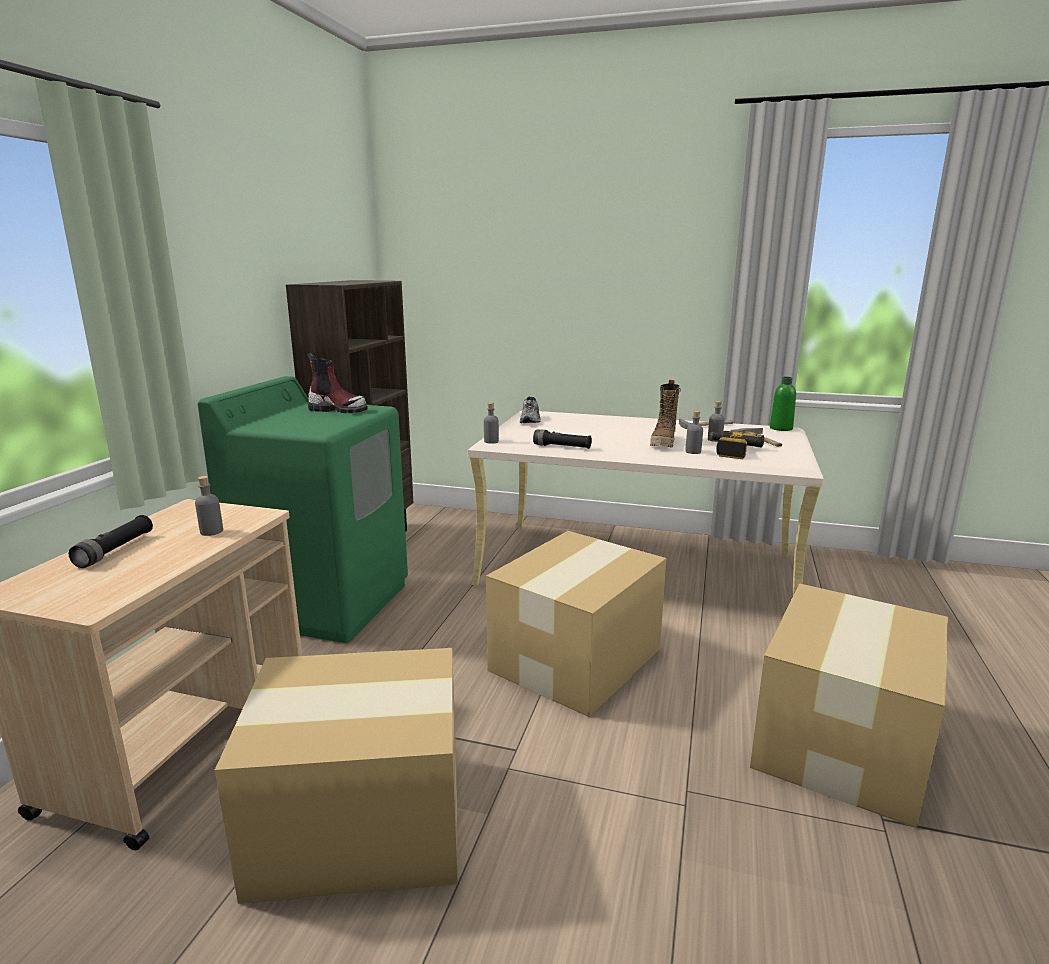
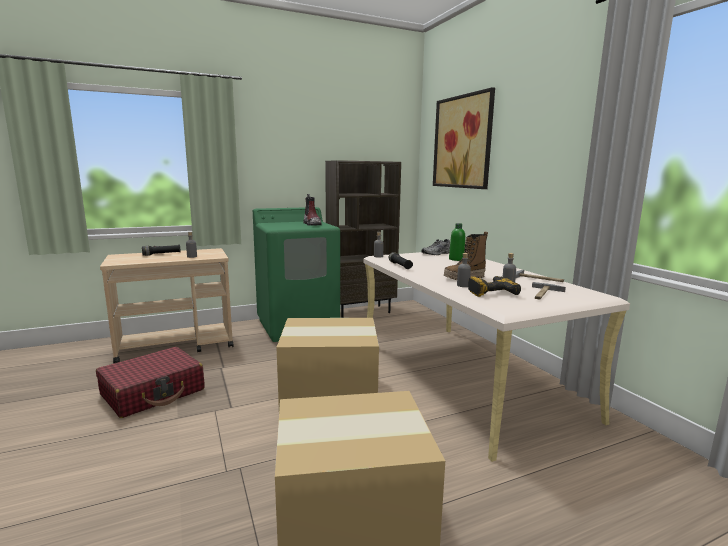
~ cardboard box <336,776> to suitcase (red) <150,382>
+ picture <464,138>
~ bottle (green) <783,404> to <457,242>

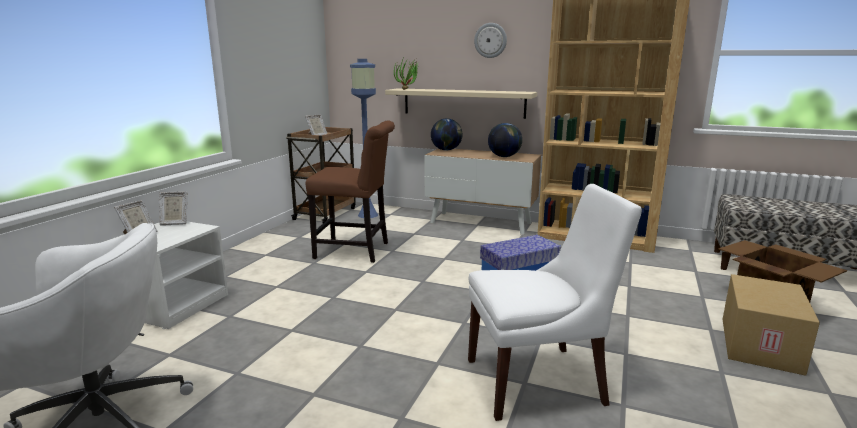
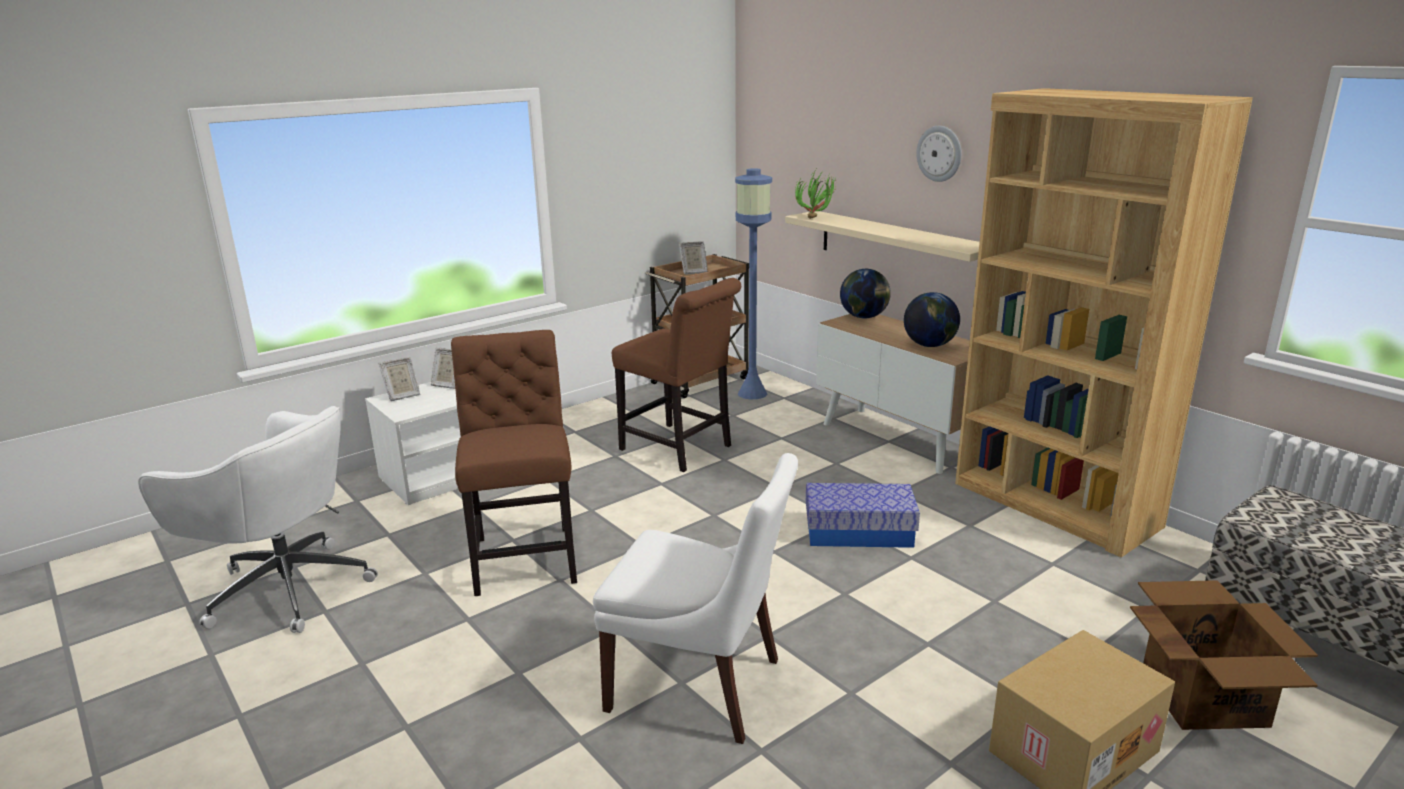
+ chair (brown) <514,463>

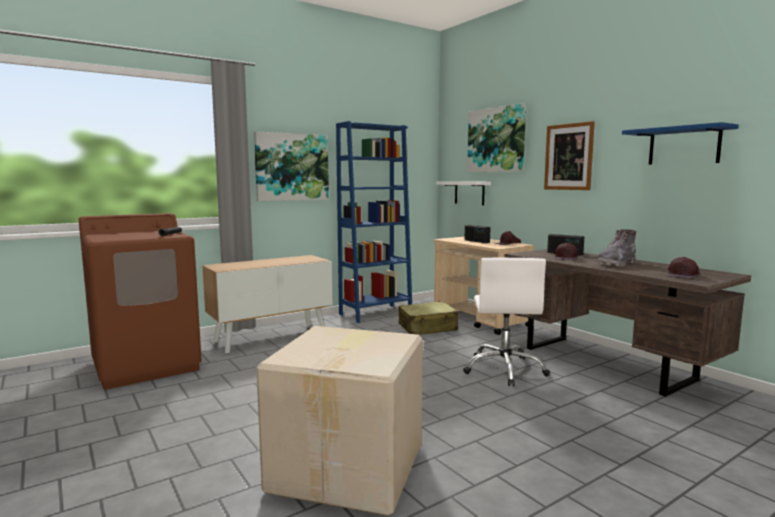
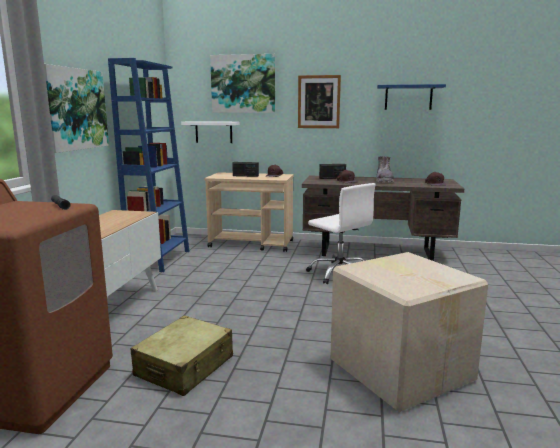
~ suitcase (beige) <428,318> to <182,355>

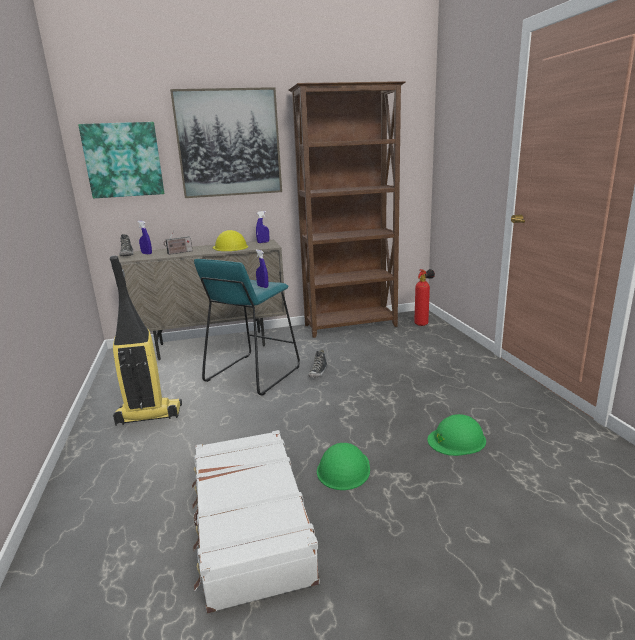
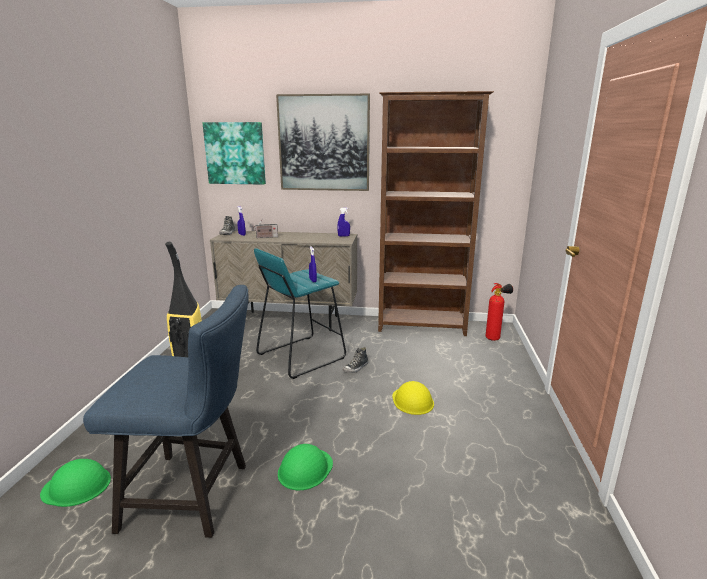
~ hard hat (green) <457,435> to <75,483>
~ suitcase (white) <256,521> to chair (blue) <166,411>
~ hard hat (yellow) <230,240> to <413,398>

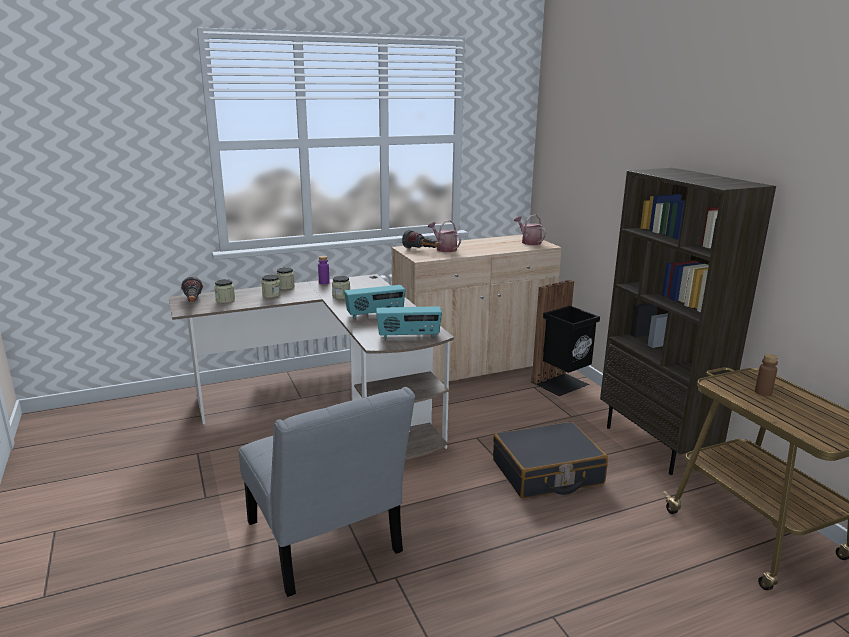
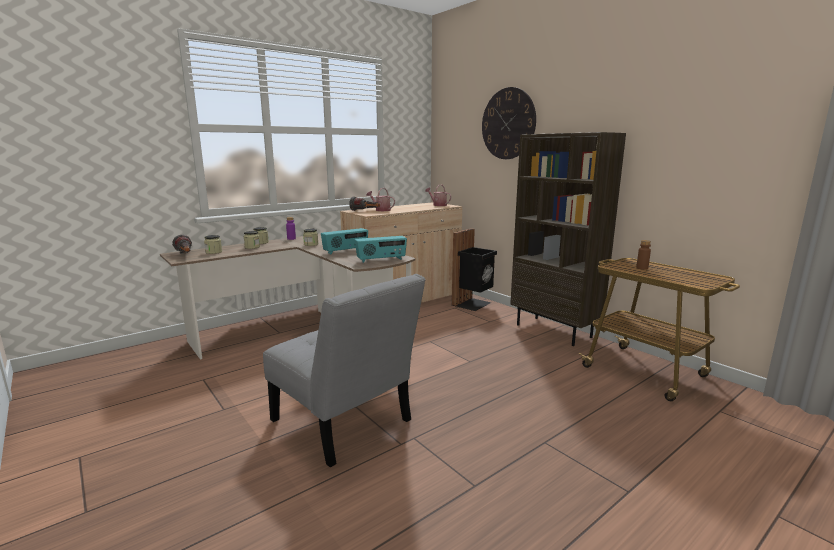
+ wall clock <509,123>
- suitcase (black) <550,460>

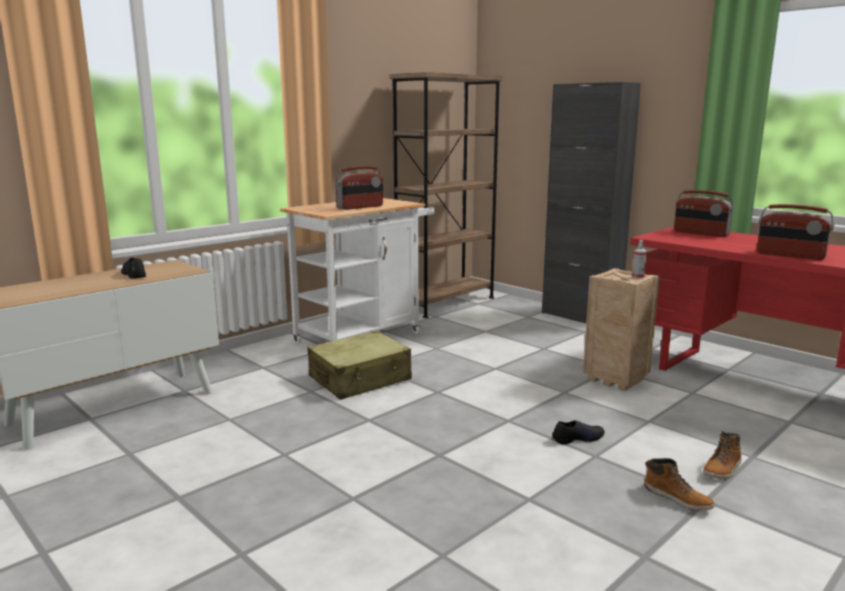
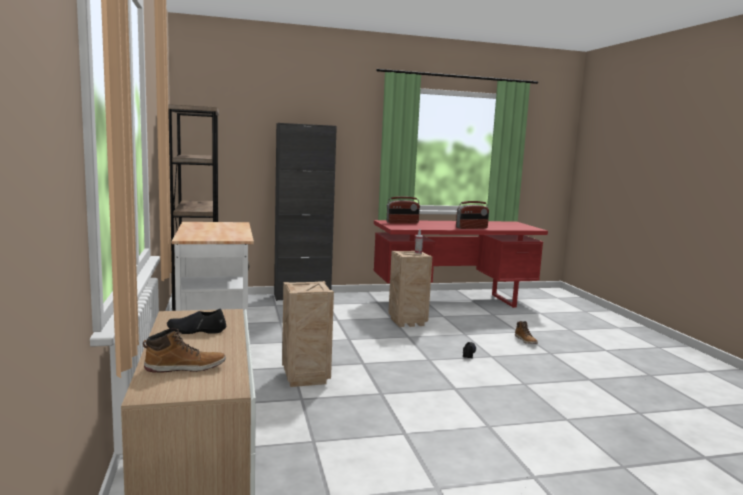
~ boot <679,484> to <184,350>
~ suitcase (beige) <360,365> to crate <308,334>
- radio <359,188>

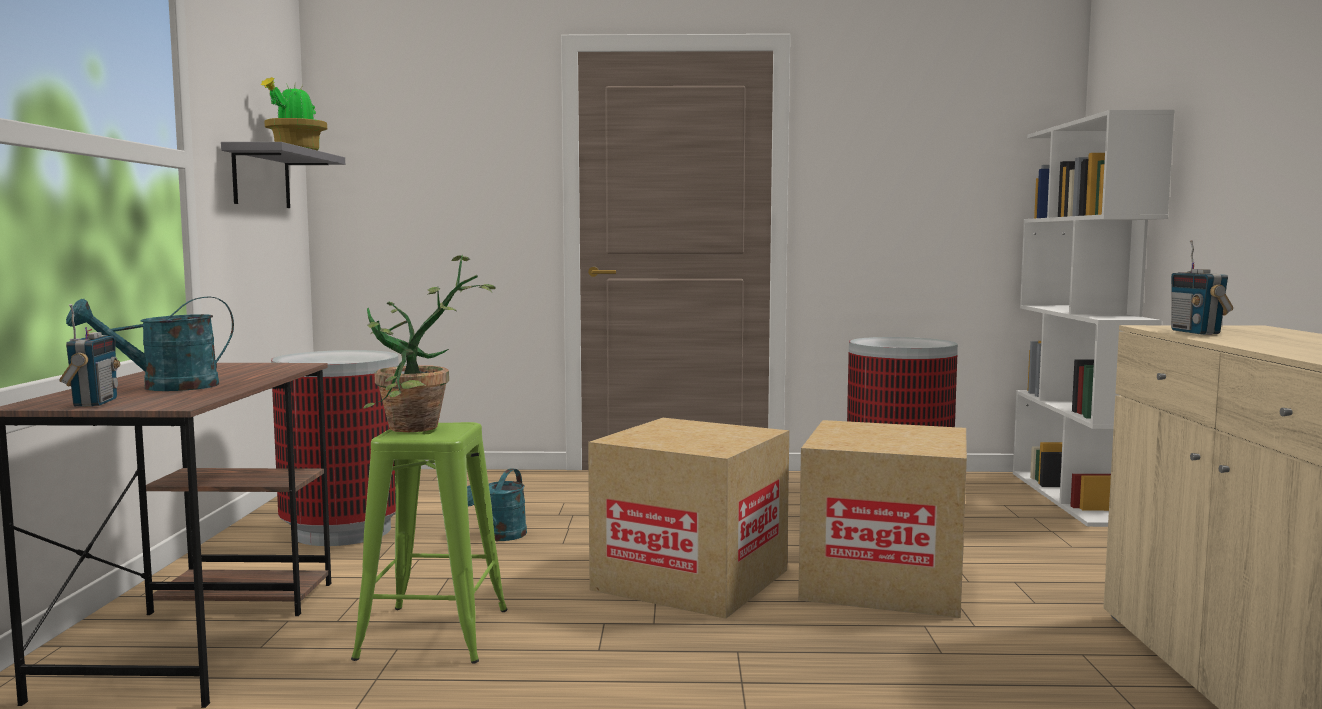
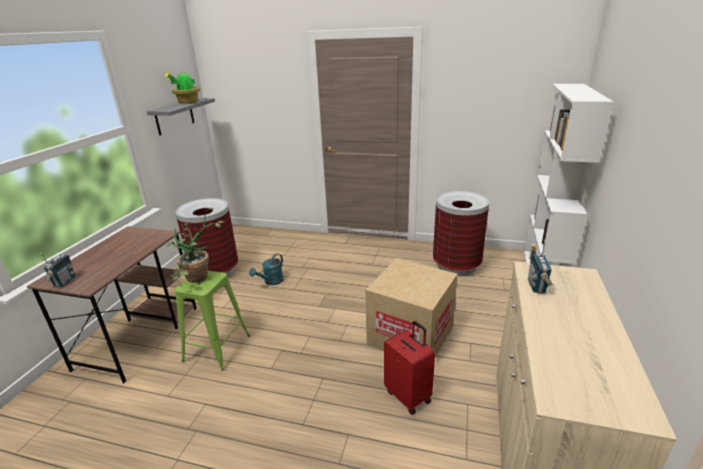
+ suitcase (red) <409,368>
- watering can (turquoise) <150,343>
- cardboard box <688,518>

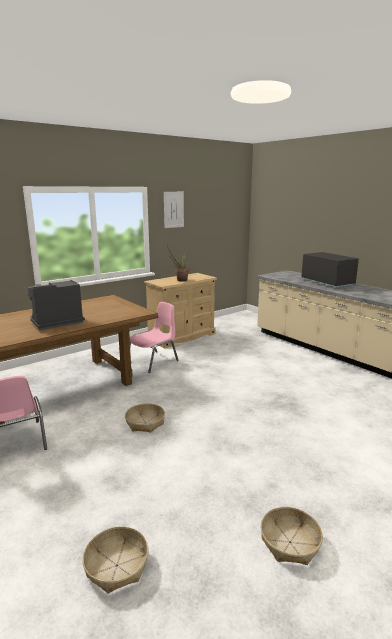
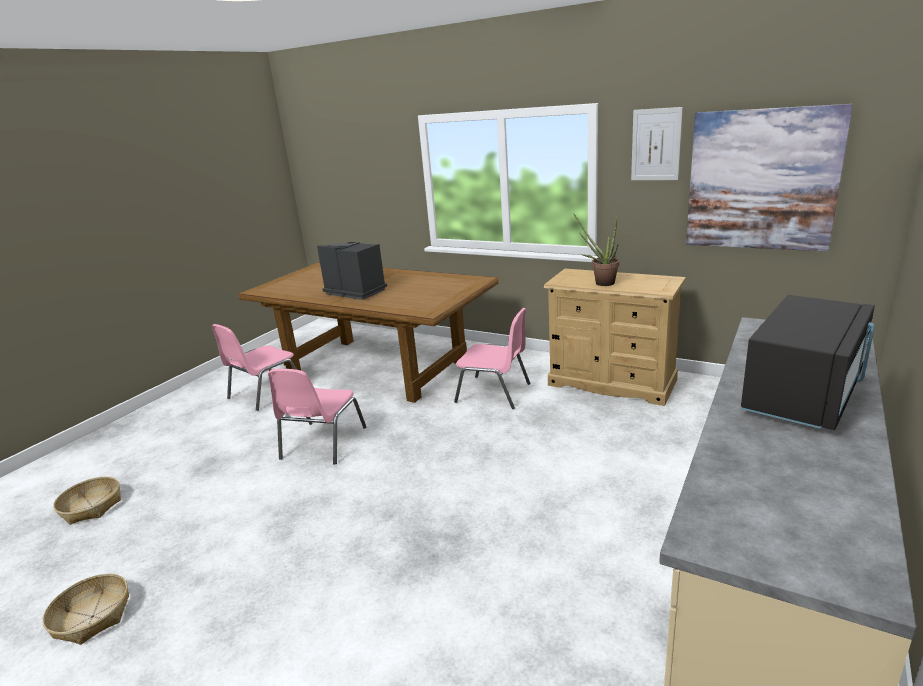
~ basket <145,418> to chair (pink) <317,416>
+ picture <769,178>

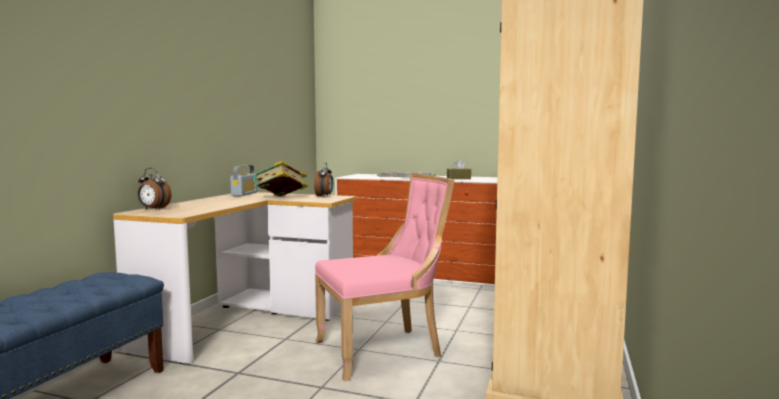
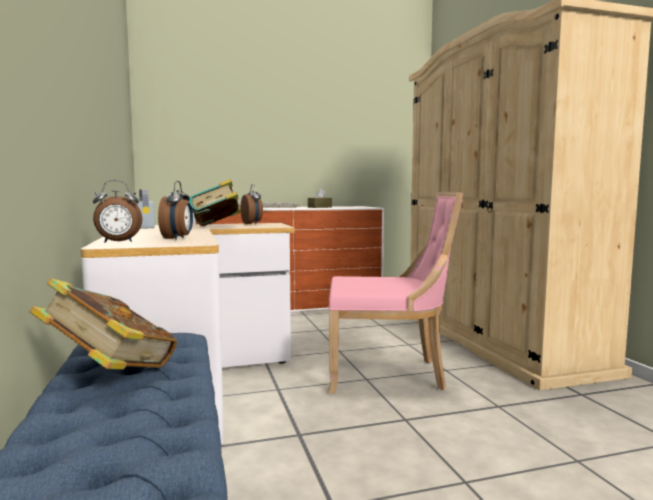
+ book <103,324>
+ alarm clock <175,210>
~ chair (pink) <384,277> = <395,293> 60 degrees clockwise

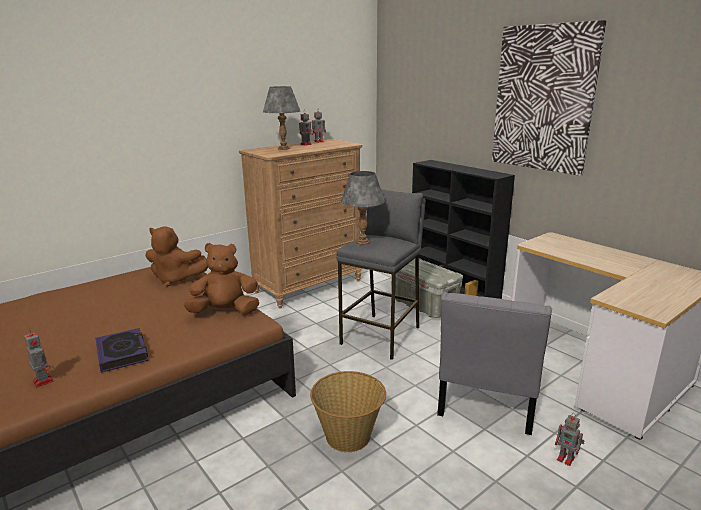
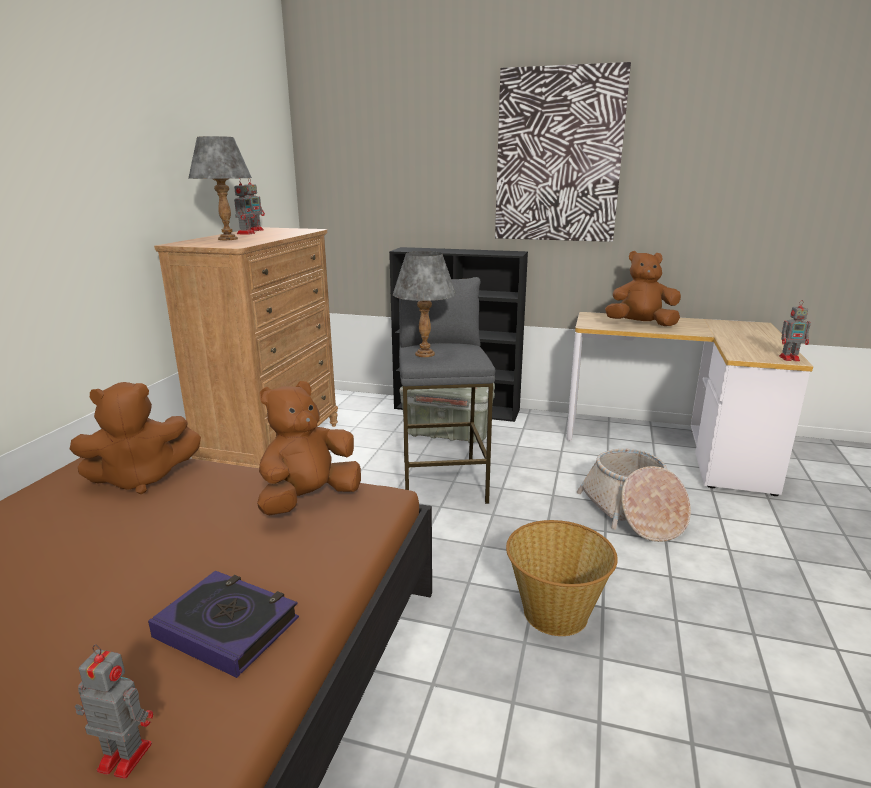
~ chair (grey) <494,363> to basket <634,495>
+ plush toy (brown) <643,288>
~ toy robot <570,439> to <795,330>

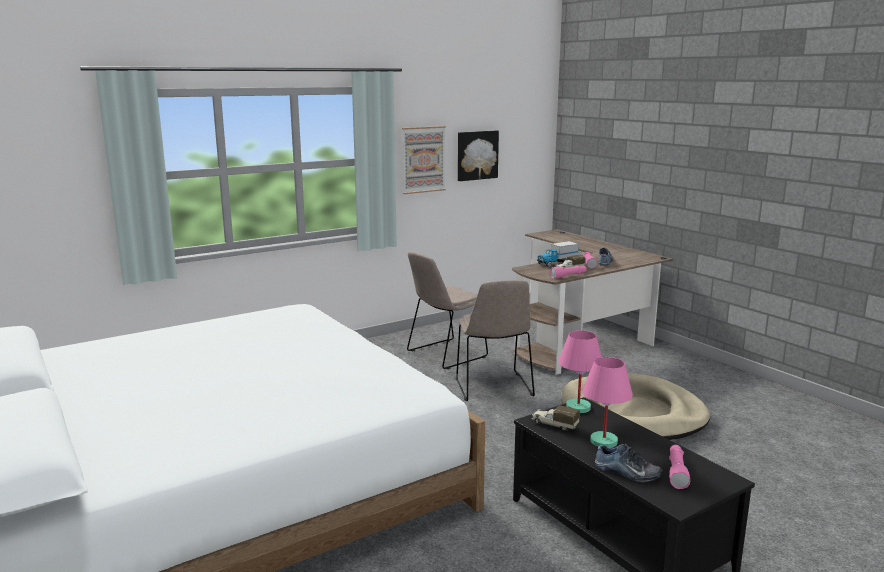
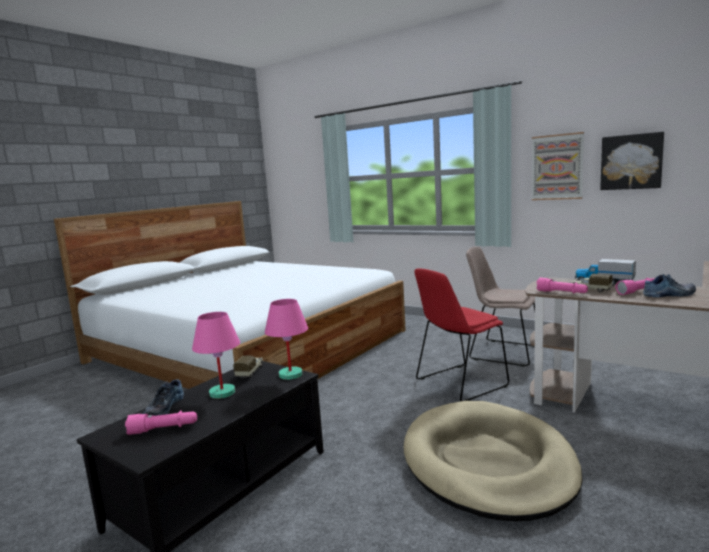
~ chair (beige) <495,340> to chair (red) <461,334>

